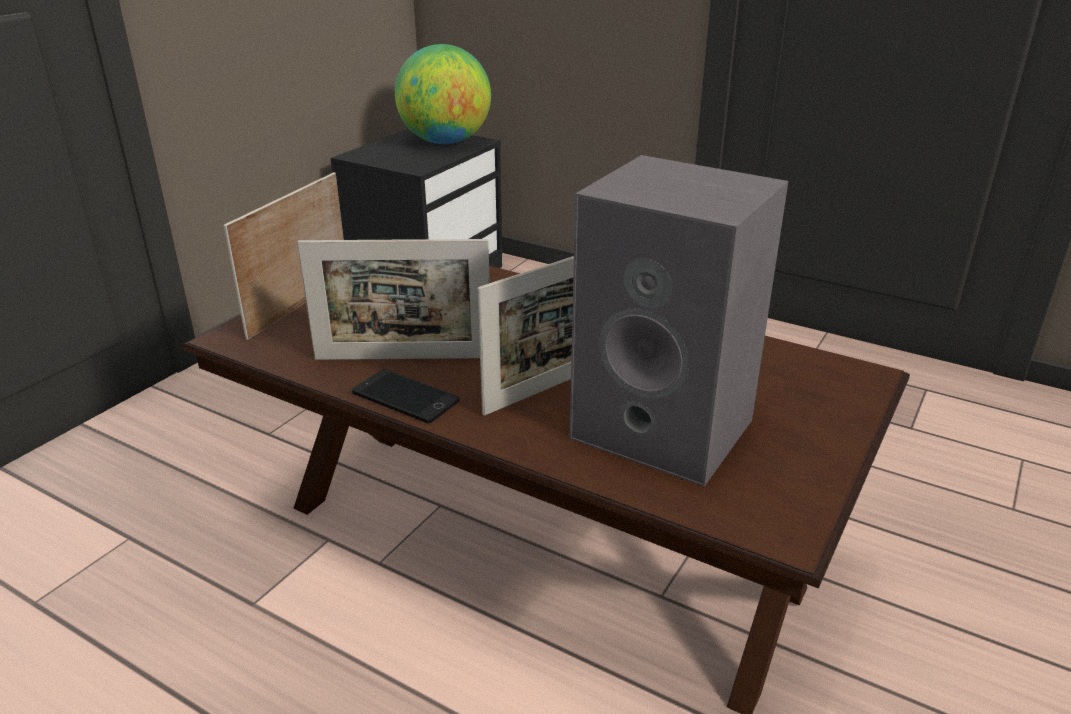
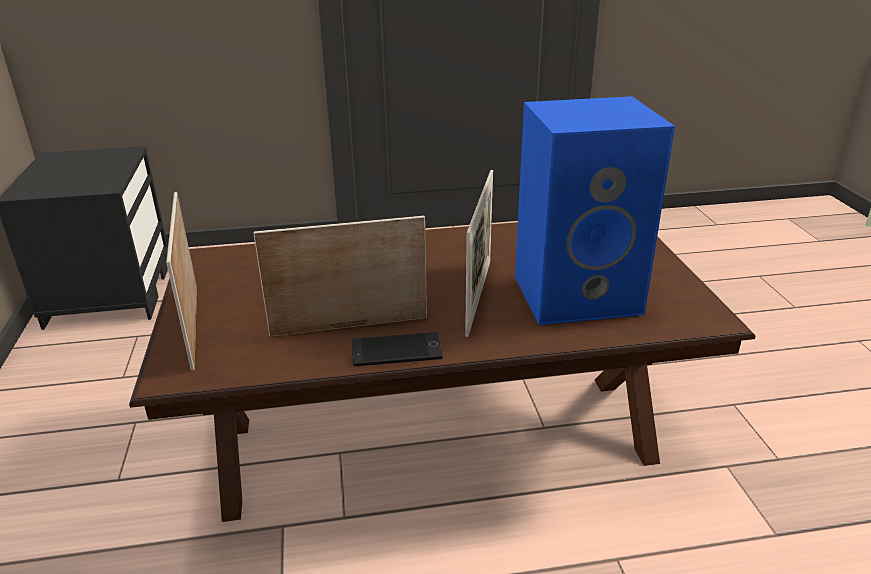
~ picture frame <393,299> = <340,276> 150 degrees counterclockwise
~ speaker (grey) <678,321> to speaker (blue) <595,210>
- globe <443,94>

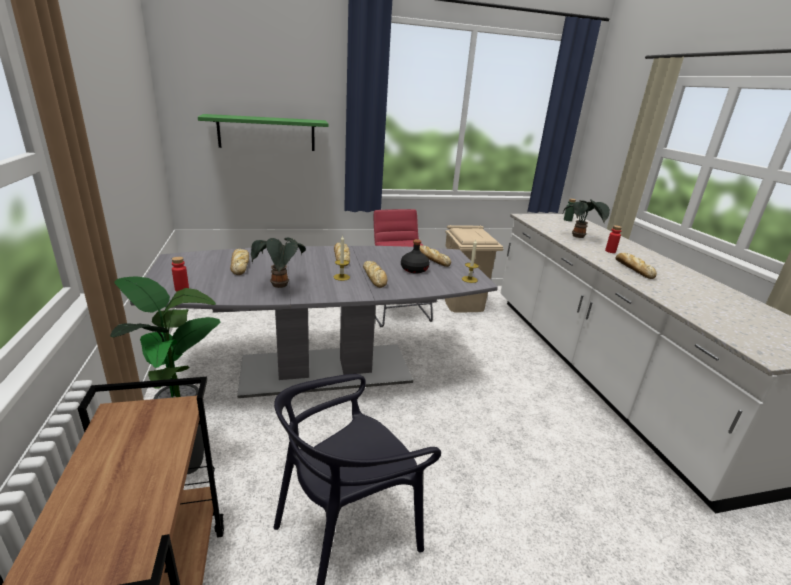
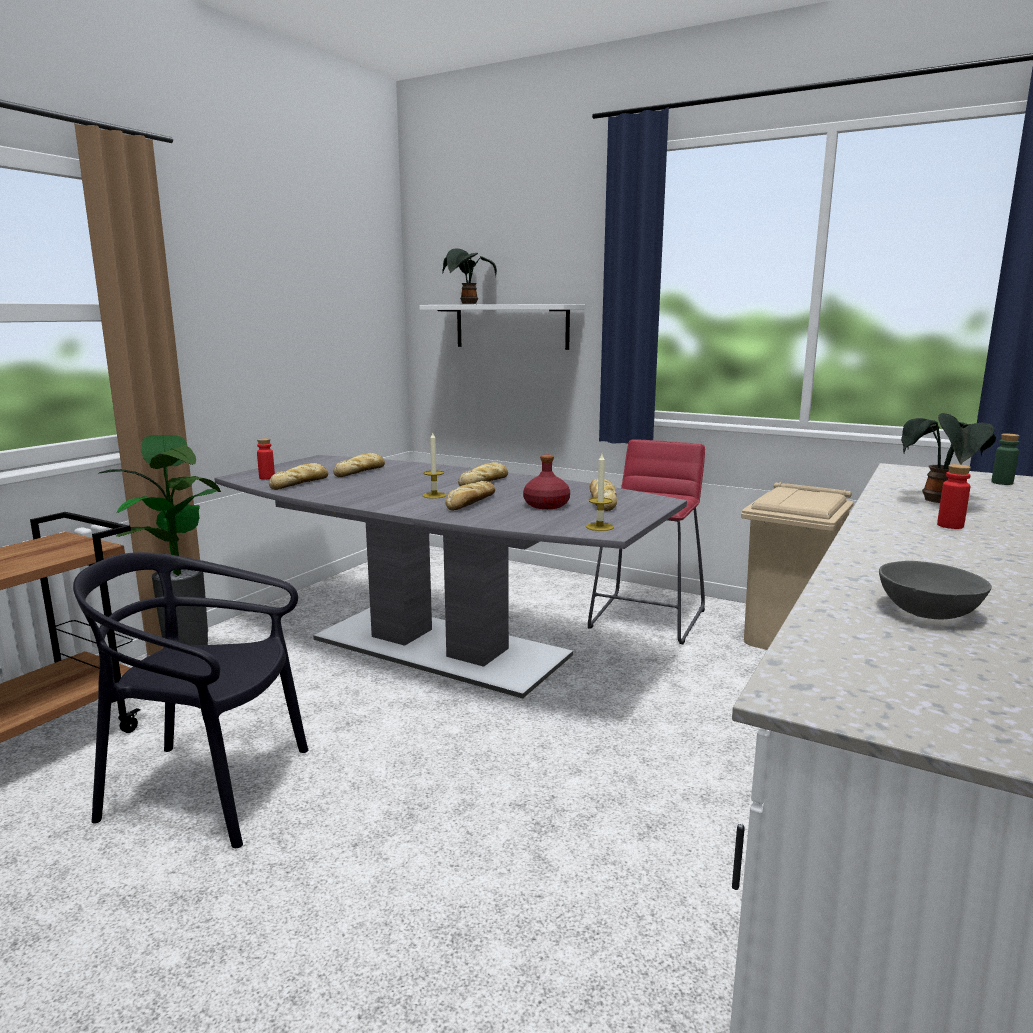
~ bread <636,266> to <298,476>
~ shelf (green) <263,132> to shelf (white) <502,327>
~ potted plant <278,263> to <469,276>
~ bottle (black) <415,256> to bottle (red) <546,482>
+ bowl (grey) <935,590>

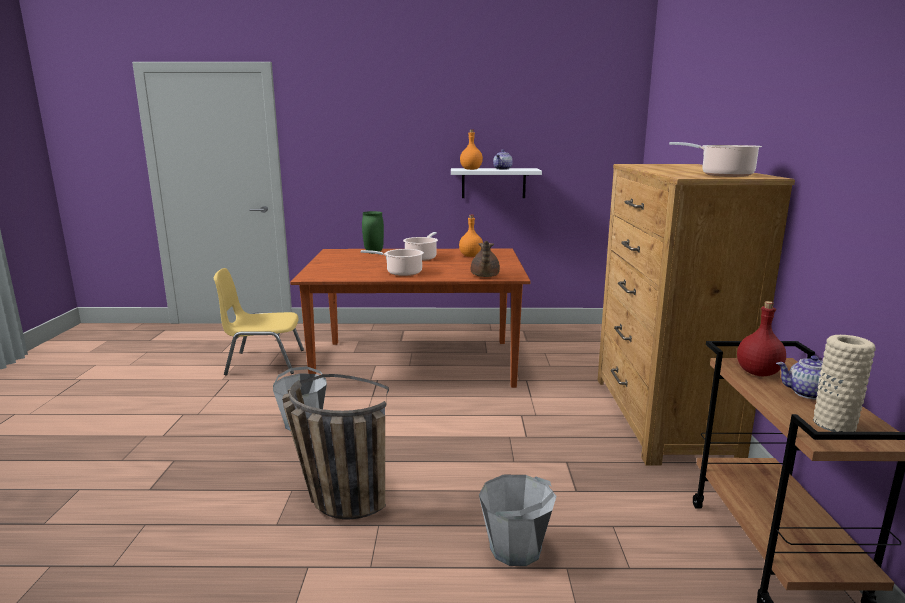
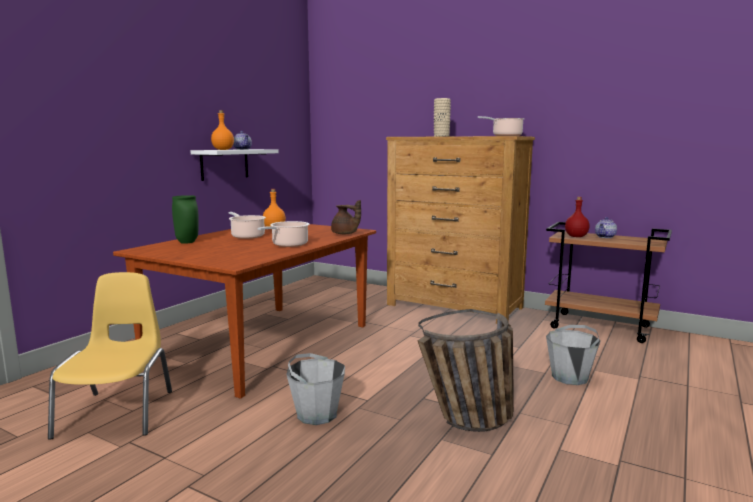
~ chair (yellow) <259,321> = <110,356> 150 degrees clockwise
~ vase (beige) <844,383> to <442,117>

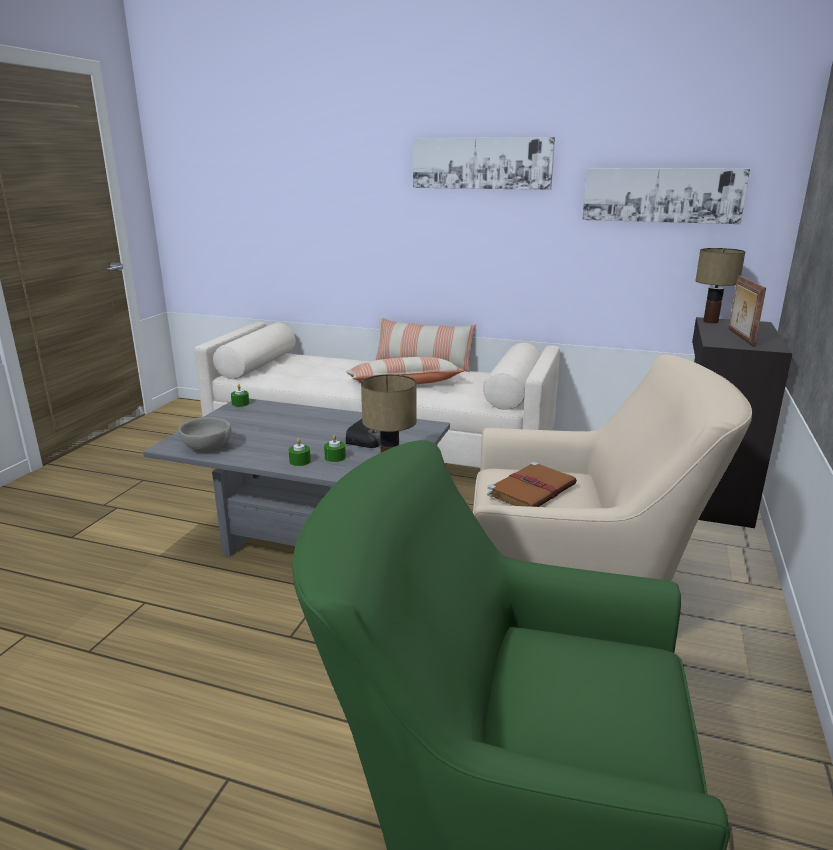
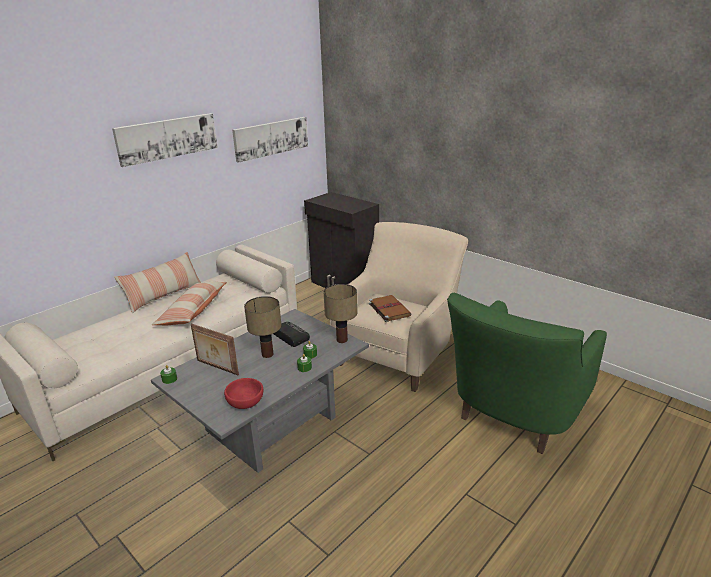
~ picture frame <747,311> to <215,349>
~ bowl (grey) <204,434> to bowl (red) <243,393>
~ table lamp <720,285> to <263,327>

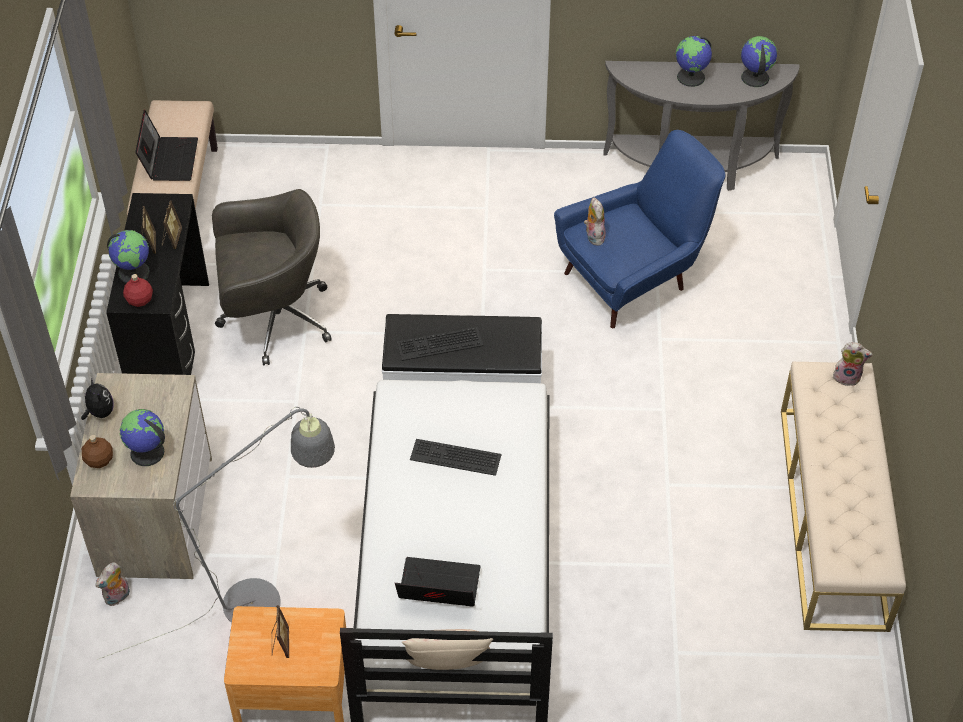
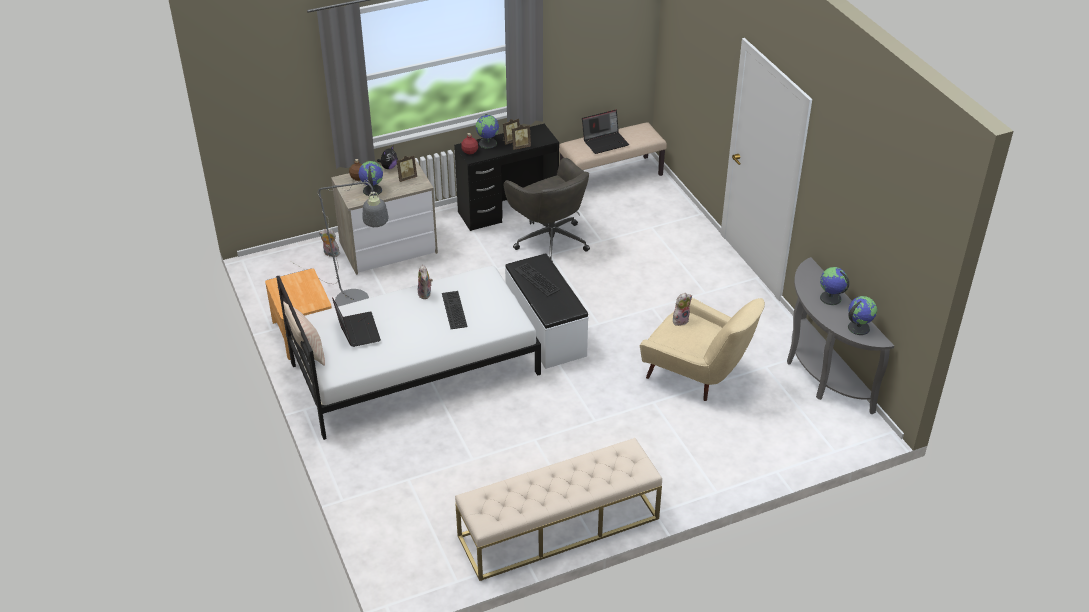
~ picture frame <280,631> to <406,169>
~ plush toy <853,364> to <425,282>
~ armchair (blue) <639,229> to armchair (beige) <702,349>

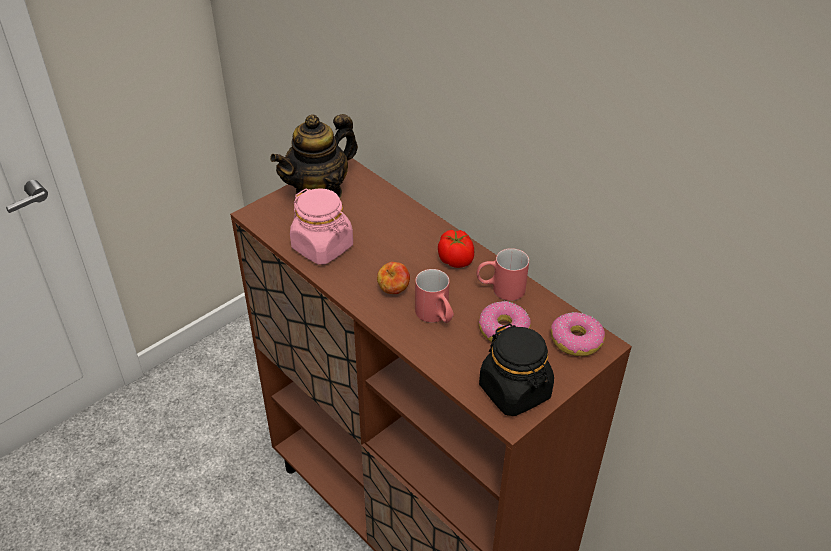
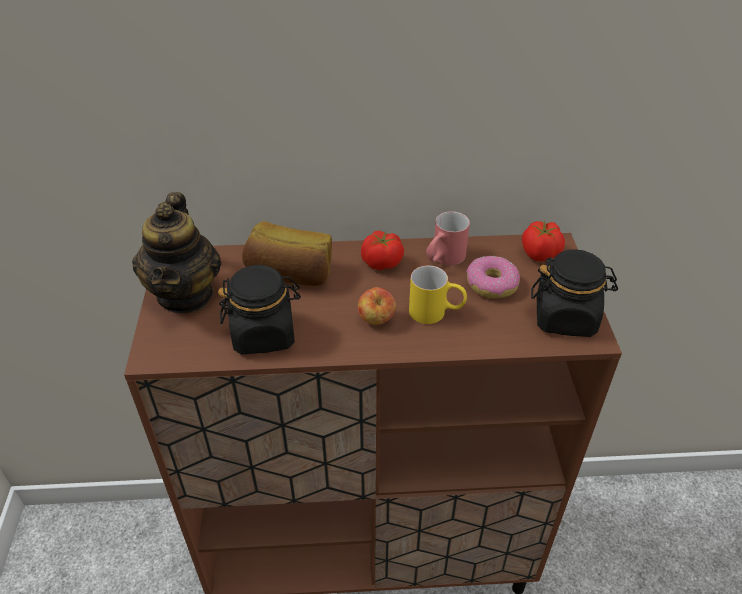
~ jar (pink) <321,226> to jar (black) <259,310>
+ bread <287,253>
~ mug (red) <434,296> to mug (yellow) <438,295>
~ donut <578,334> to tomato <543,241>

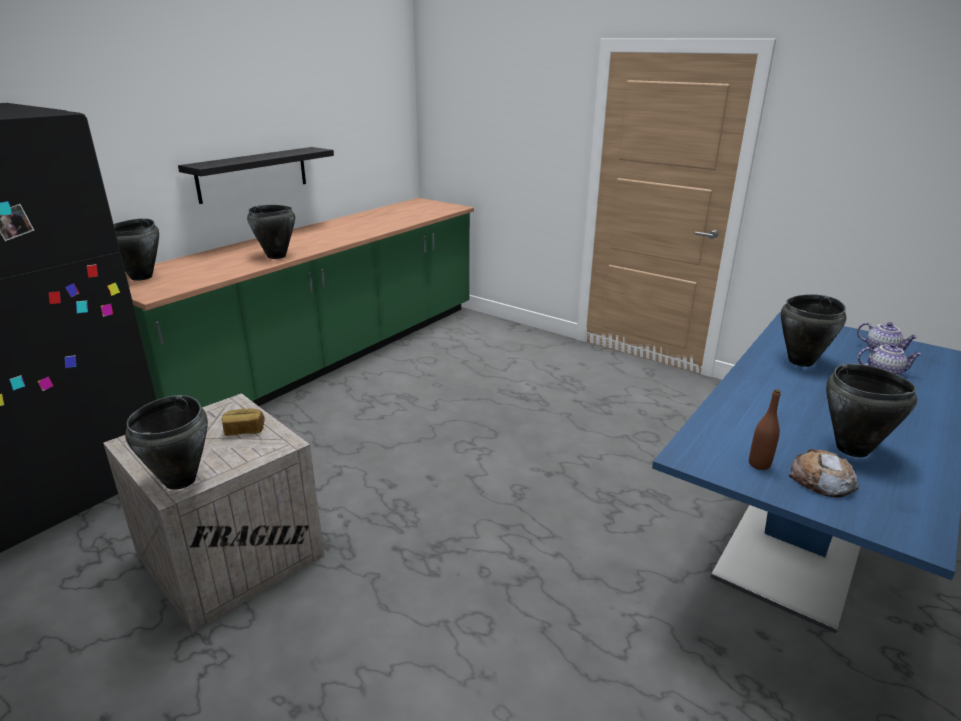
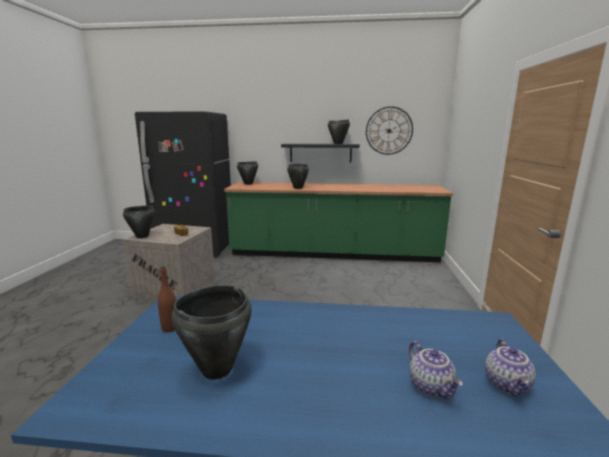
~ cooking pot (black) <813,331> to <339,132>
+ wall clock <389,130>
- bread <824,473>

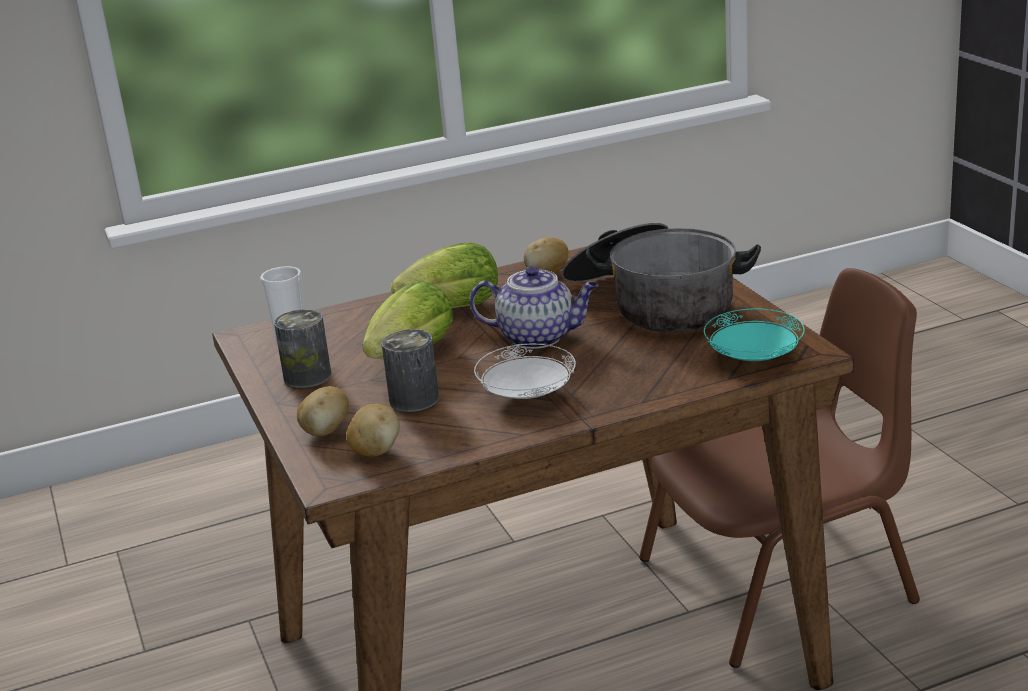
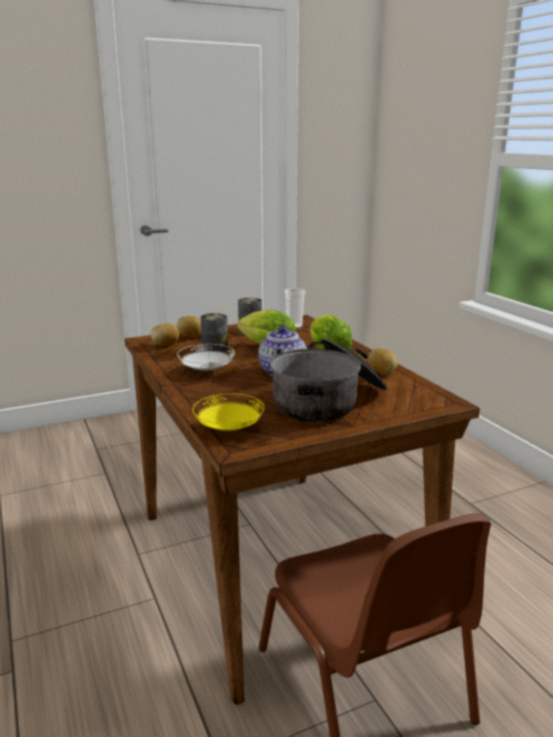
~ plate (turquoise) <754,335> to plate (yellow) <228,412>

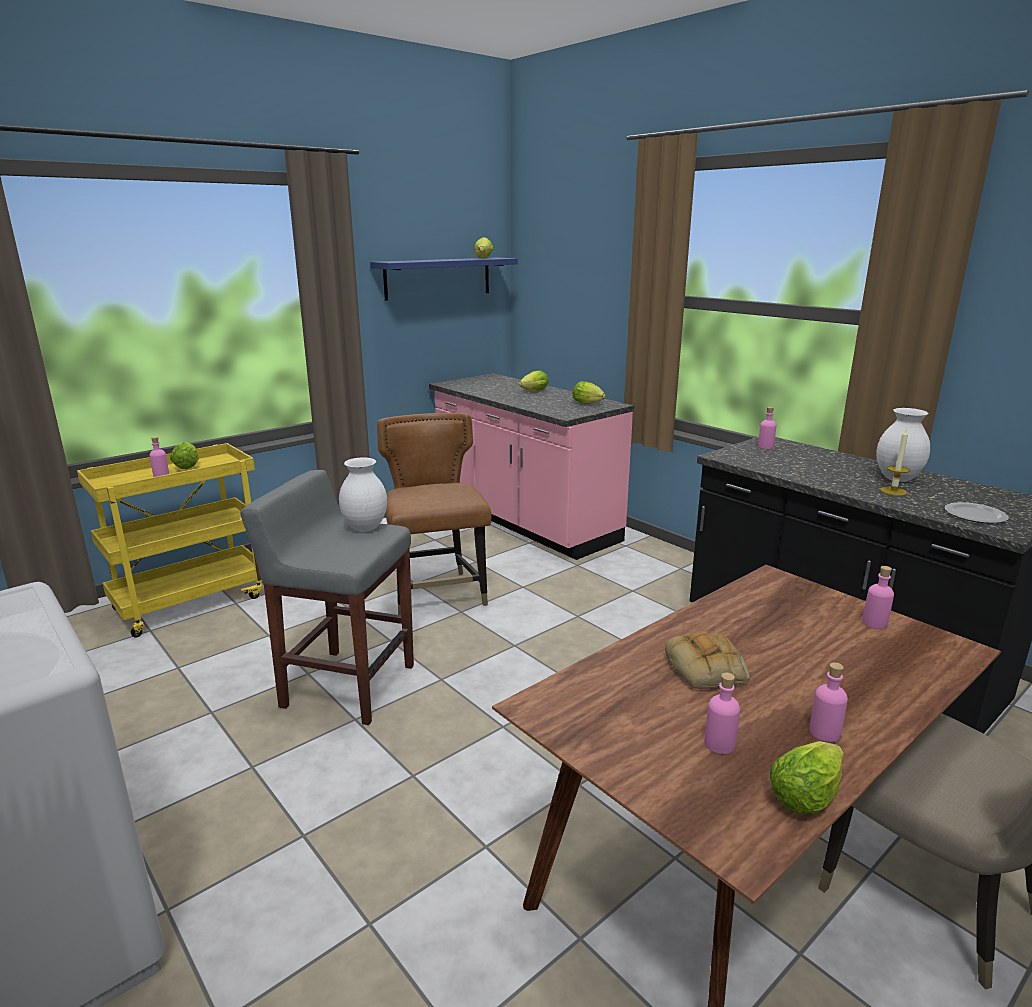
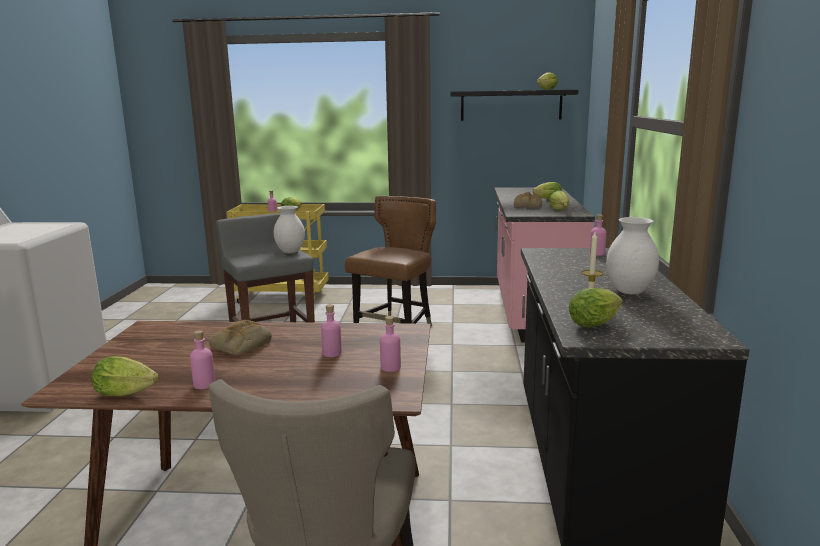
~ bottle (pink) <722,713> to <331,330>
~ shelf (blue) <444,279> to shelf (black) <514,105>
+ bread <528,200>
~ plate <977,512> to lettuce <595,307>

